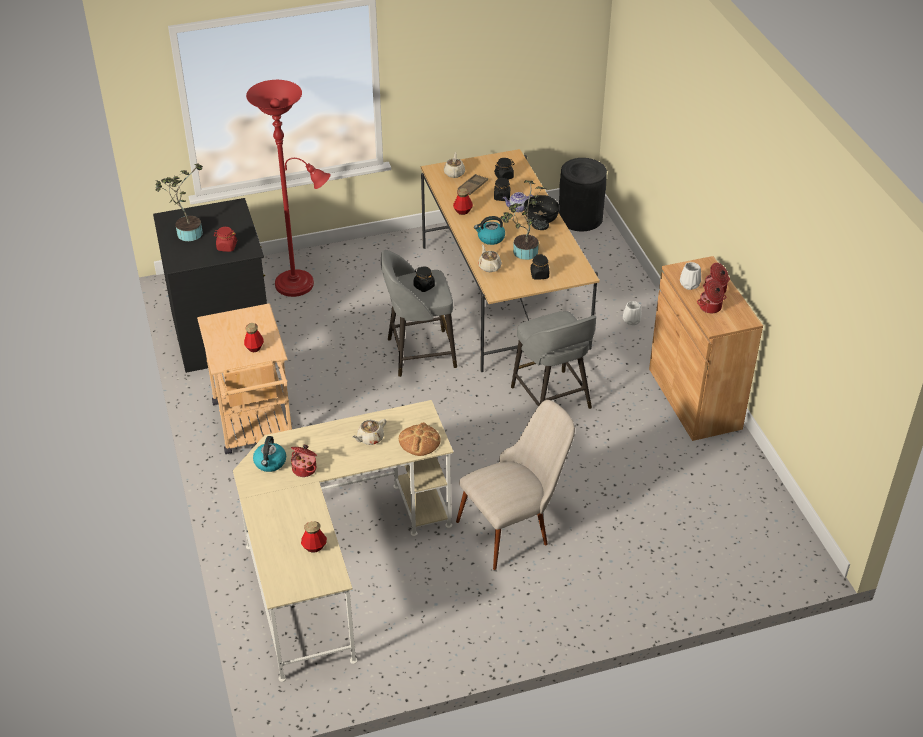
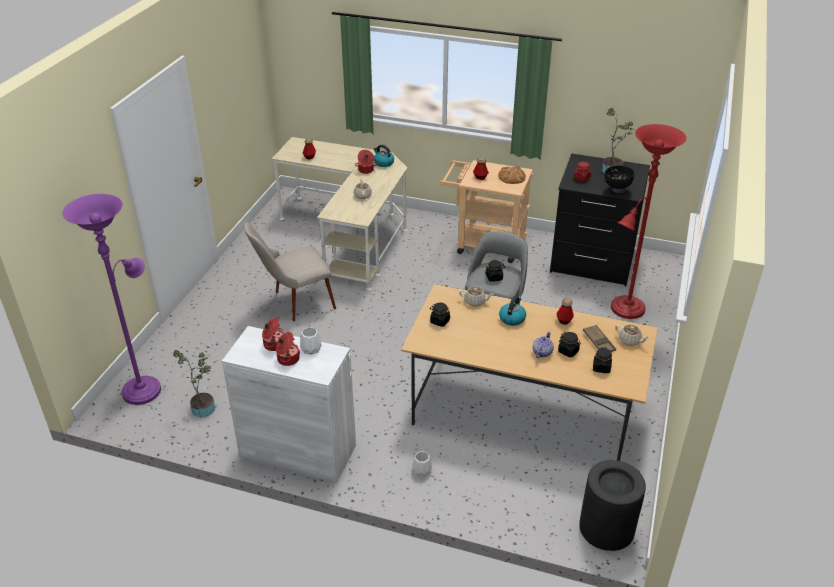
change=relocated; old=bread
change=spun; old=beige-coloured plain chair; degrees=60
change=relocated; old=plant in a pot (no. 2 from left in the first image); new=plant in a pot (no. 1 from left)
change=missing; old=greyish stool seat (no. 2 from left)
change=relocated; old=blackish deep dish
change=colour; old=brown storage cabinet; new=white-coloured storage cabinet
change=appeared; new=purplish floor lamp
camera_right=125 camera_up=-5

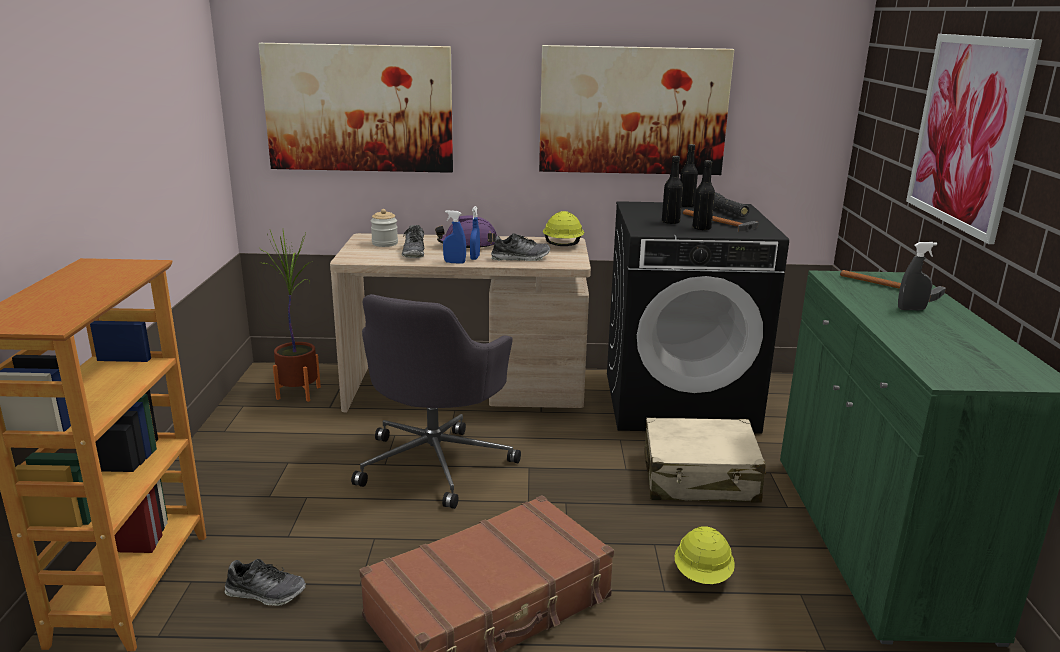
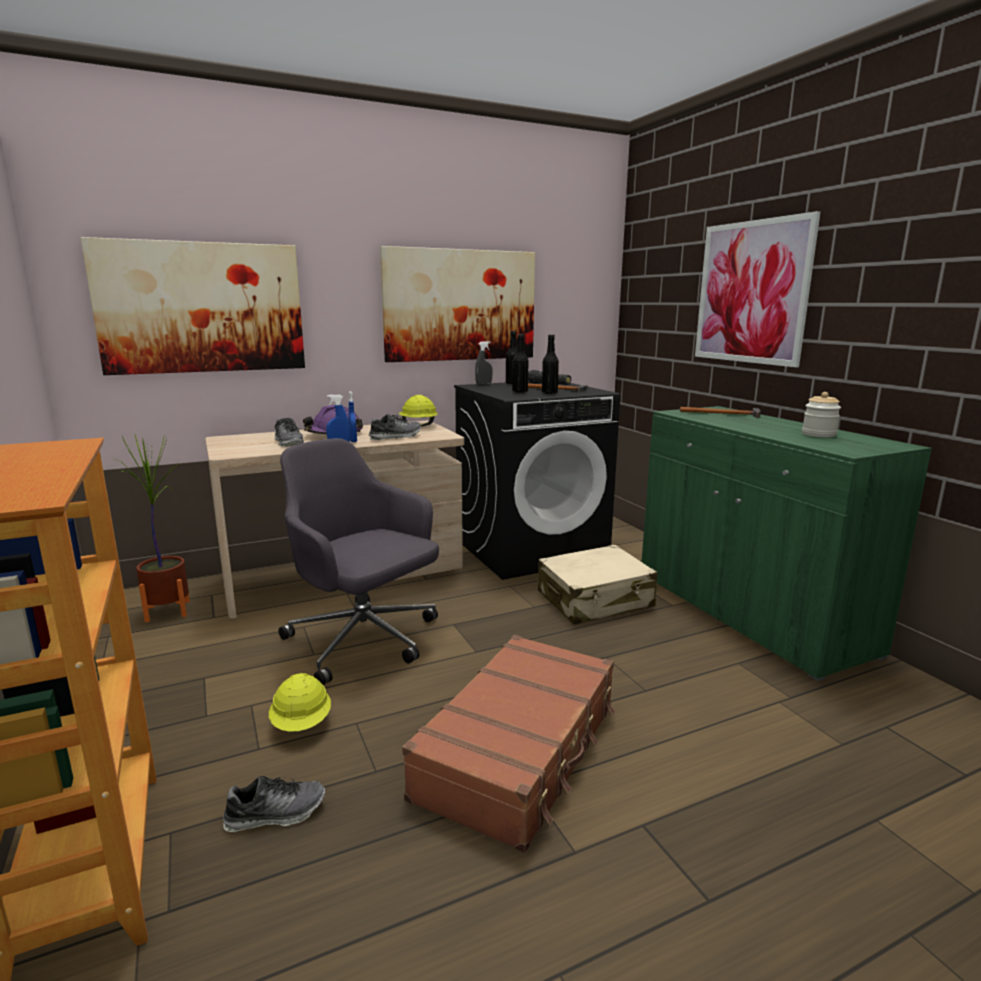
change=spun; old=greyish office chair; degrees=135
change=relocated; old=jar
change=relocated; old=yellowish safety helmet (no. 2 from left in the first image); new=yellowish safety helmet (no. 1 from left)
change=relocated; old=greyish sprayer
camera_right=-25 camera_up=-5

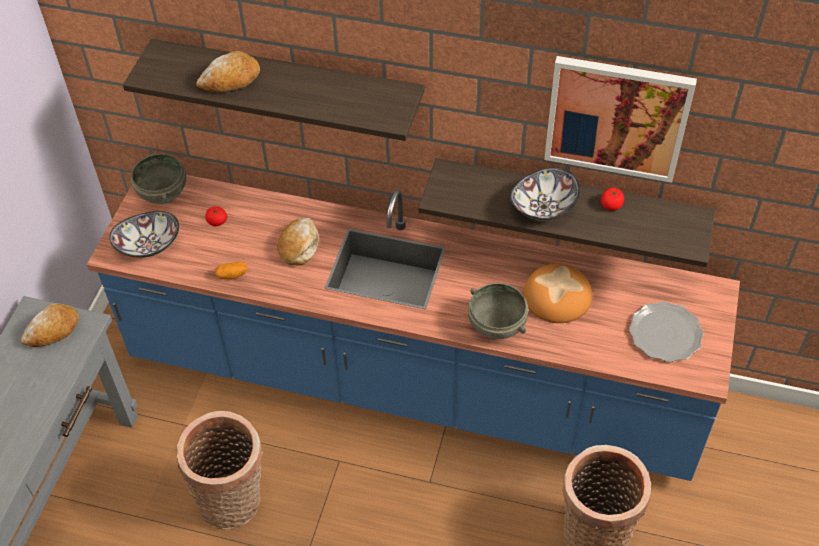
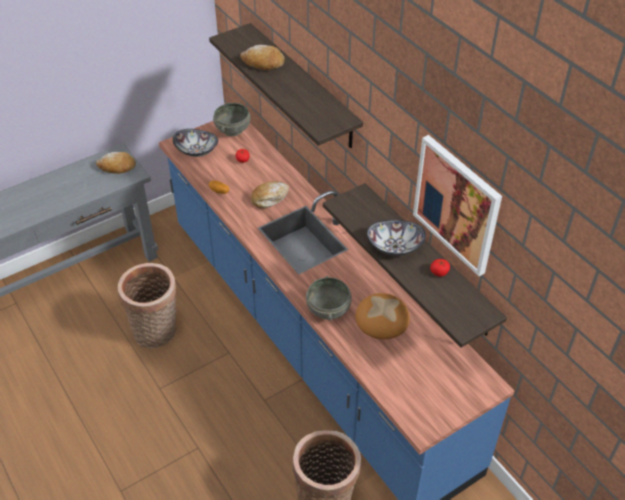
change=missing; old=flat dish
camera_right=40 camera_up=-5

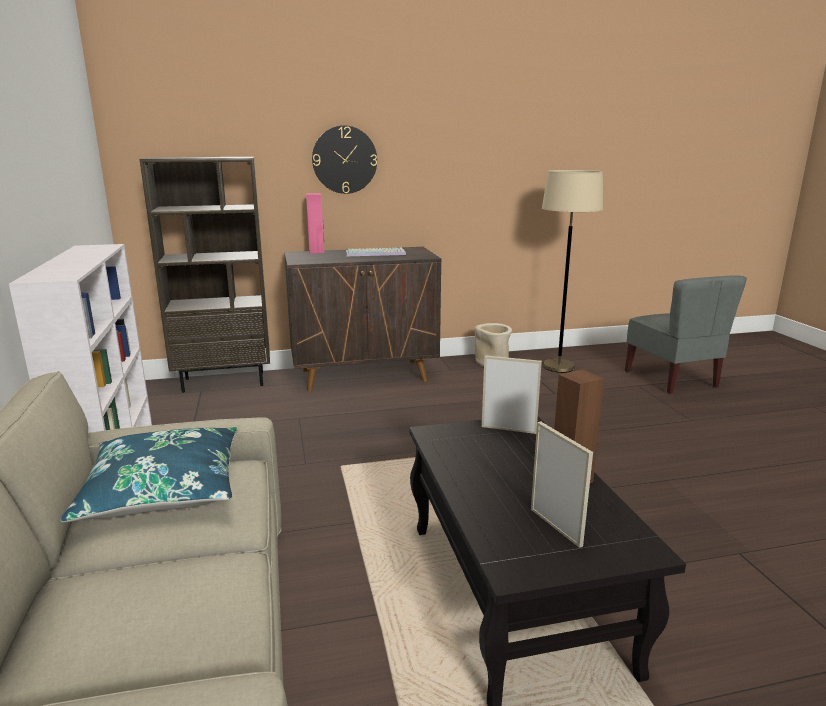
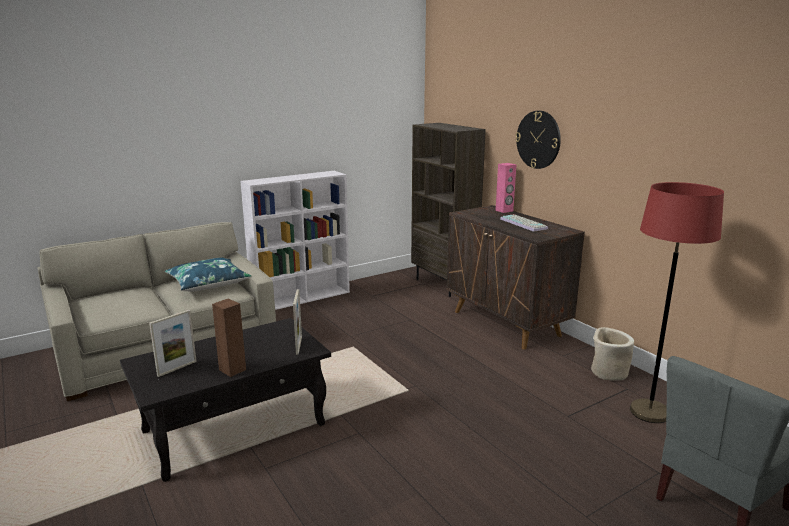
change=colour; old=beige-coloured floor lamp; new=reddish floor lamp
camera_right=70 camera_up=0

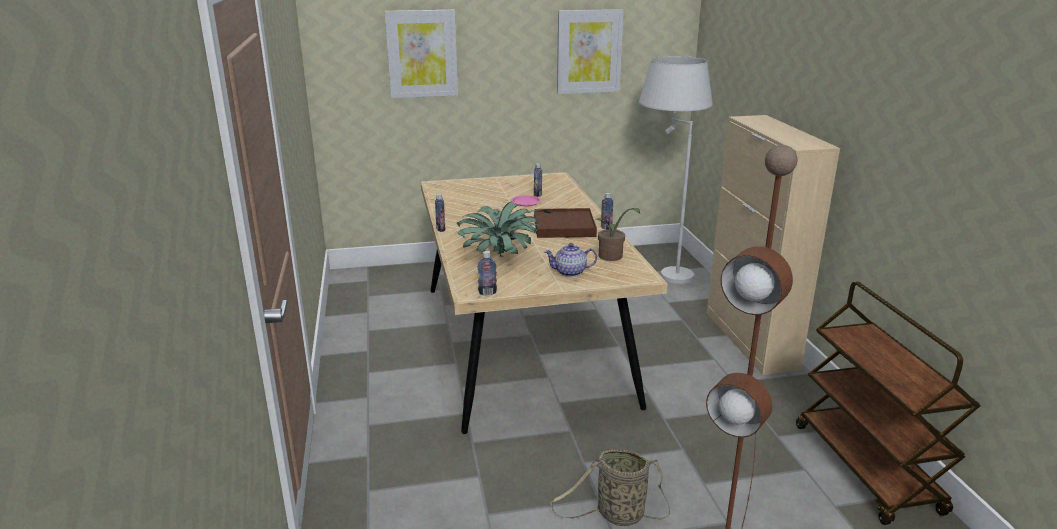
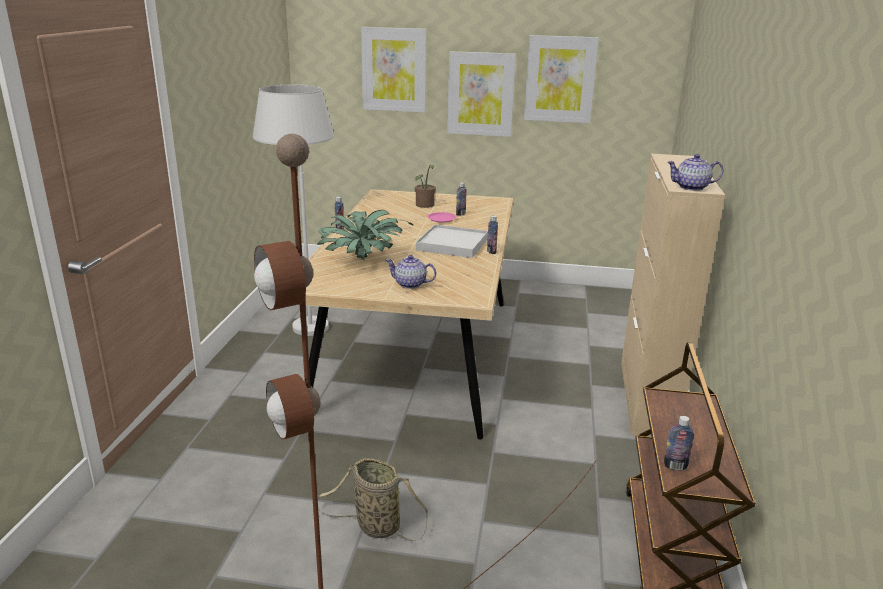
change=relocated; old=beverage bottle (no. 2 from left in the first image); new=beverage bottle (no. 4 from left)
change=colour; old=brown serving tray; new=white-coloured serving tray
change=relocated; old=plant in a pot (no. 2 from left)
change=relocated; old=white-coloured floor lamp
change=appeared; new=wall art (no. 2 from left)
change=appeared; new=tea pot (no. 2 from left)
camera_right=20 camera_up=0

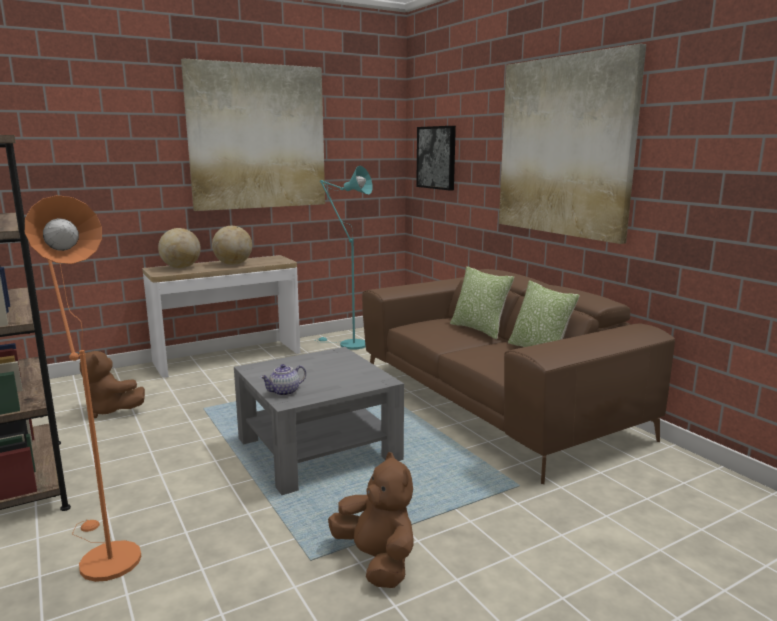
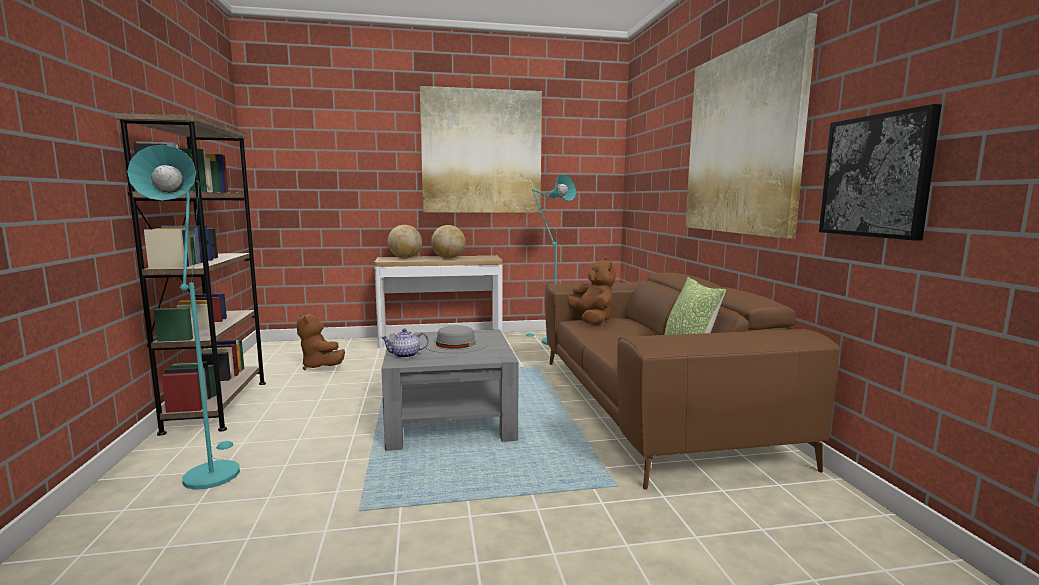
change=colour; old=orange floor lamp; new=blue-green floor lamp (no. 1 from left)
change=relocated; old=brown soft toy (no. 2 from left)
change=relocated; old=wall art (no. 2 from left in the first image); new=wall art (no. 3 from left)
change=missing; old=pillow (no. 1 from left)
change=appeared; new=greyish wearable hat
camera_right=20 camera_up=-5

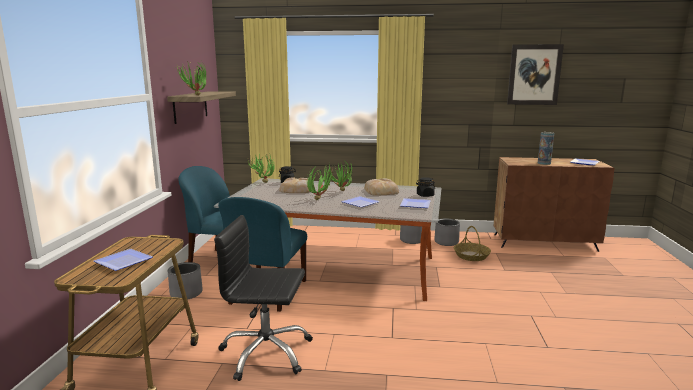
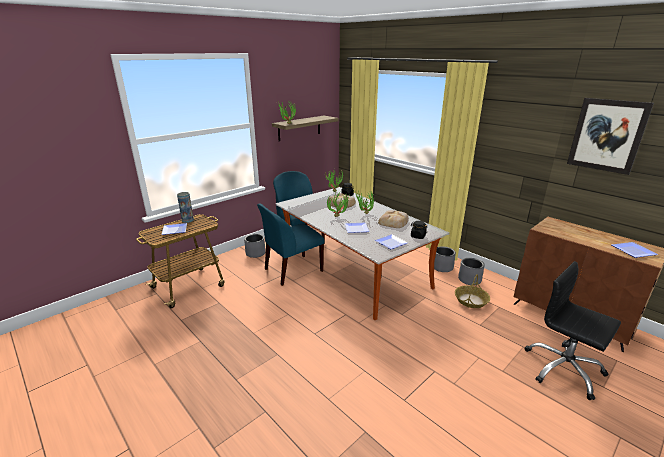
change=relocated; old=blackish office chair
change=relocated; old=flower vase
camera_right=40 camera_up=10

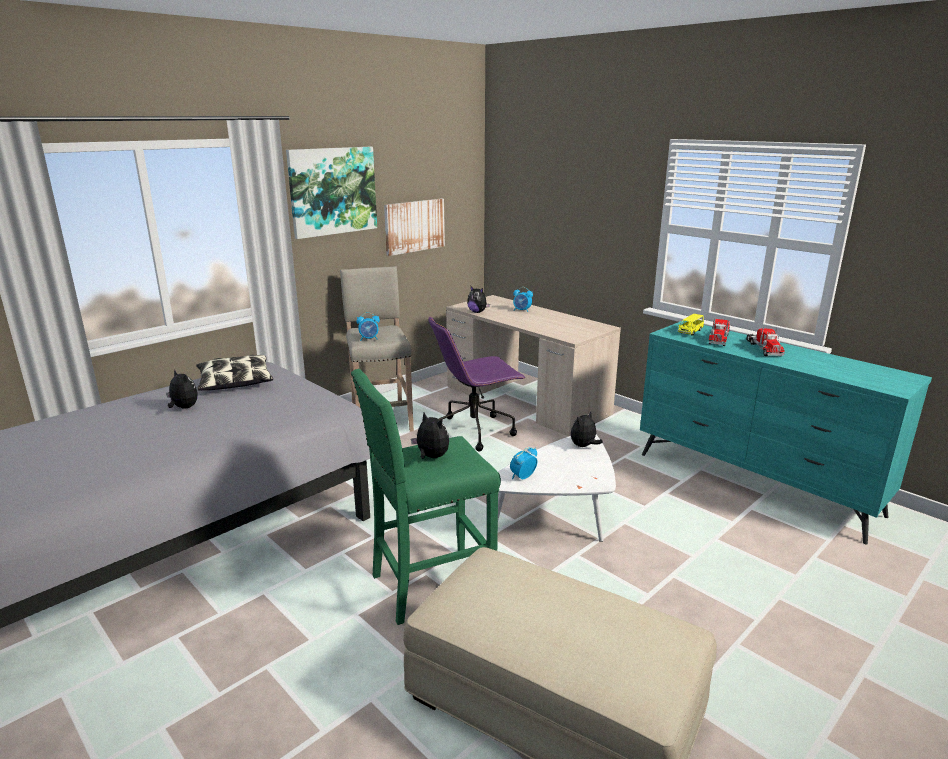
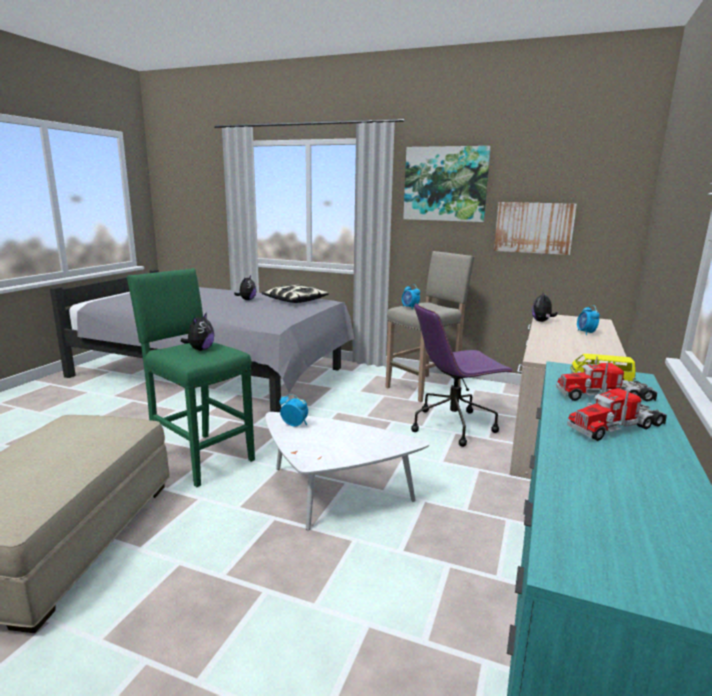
change=spun; old=purplish office chair; degrees=-60
change=missing; old=soft toy (no. 4 from left)
camera_right=65 camera_up=-5

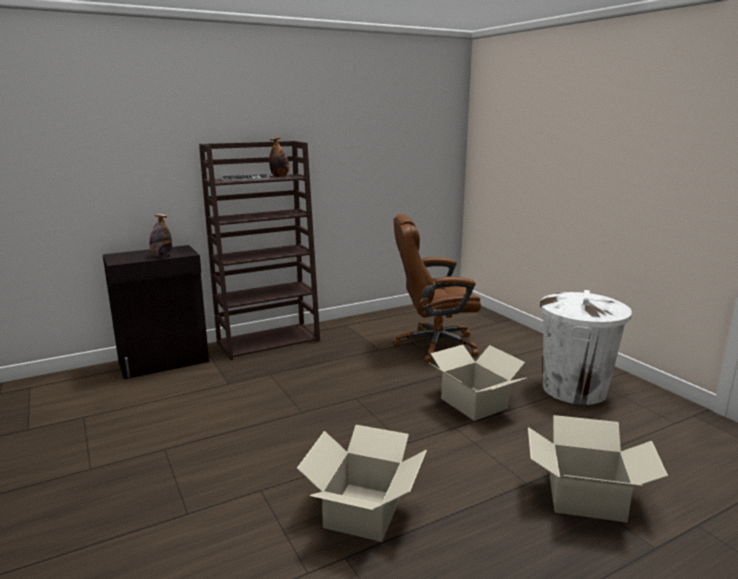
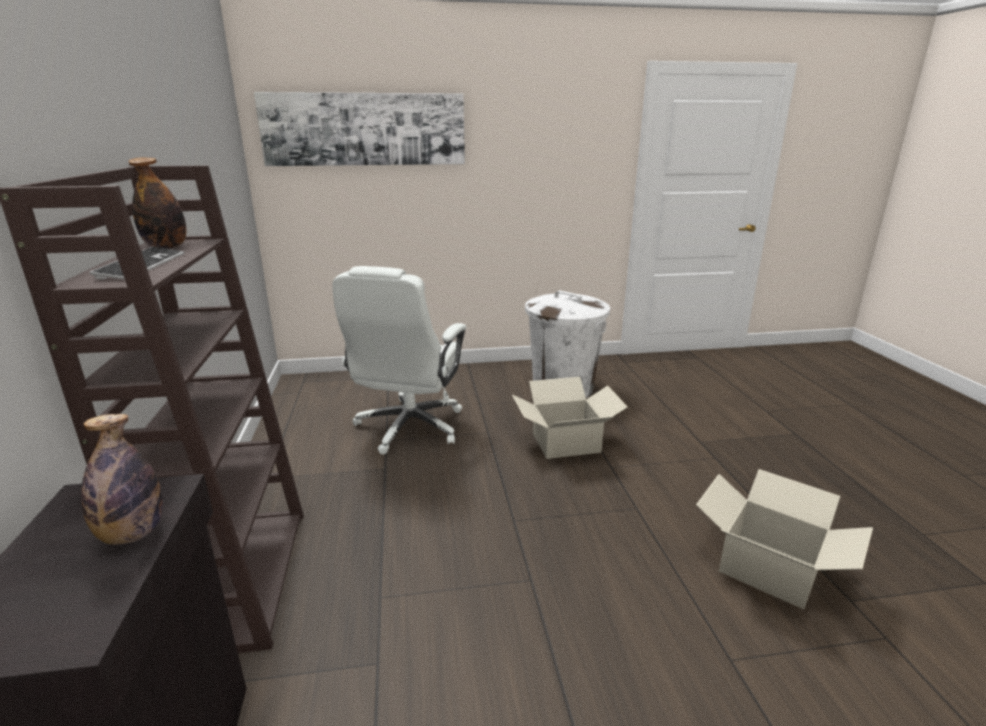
change=colour; old=brown office chair; new=white-coloured office chair
change=missing; old=packing box (no. 3 from left)
change=appeared; new=wall art
camera_right=-70 camera_up=5

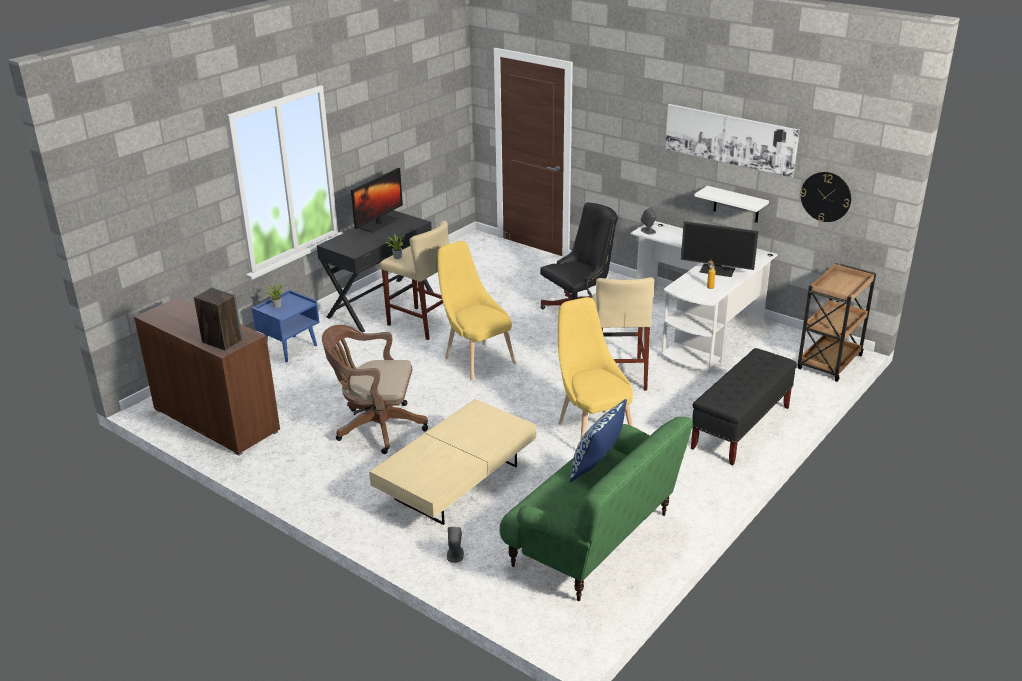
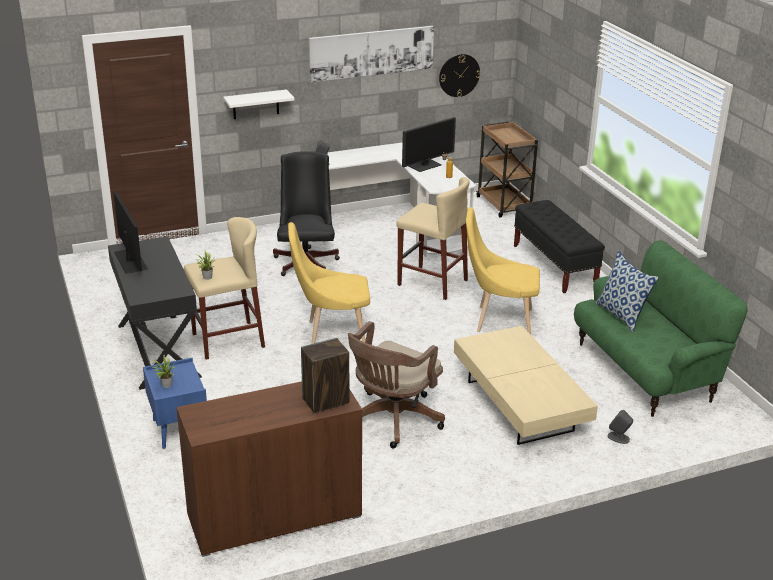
change=relocated; old=white-coloured wall shelf
camera_right=-60 camera_up=0

